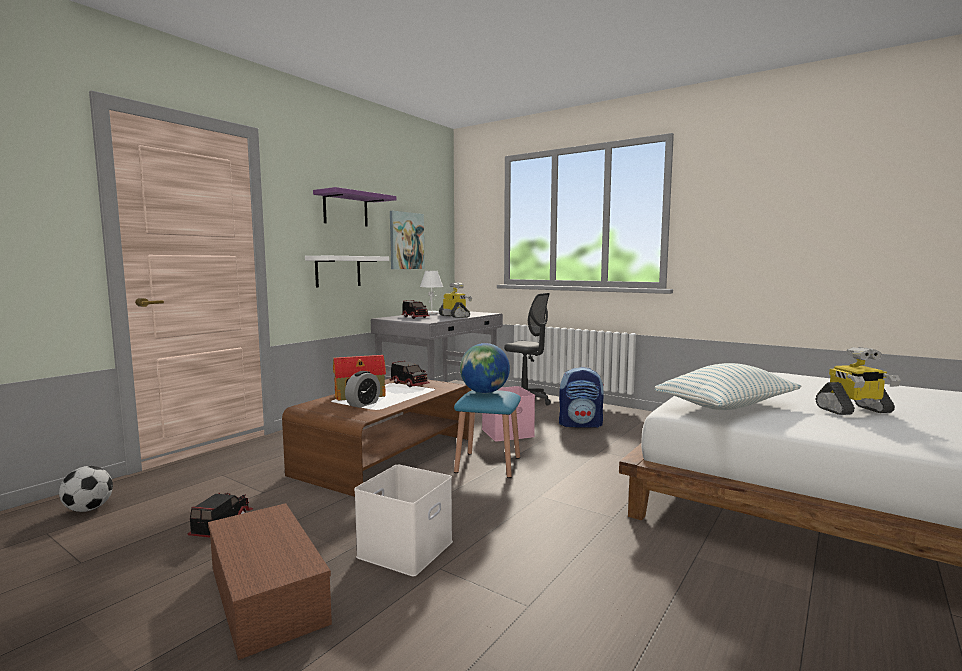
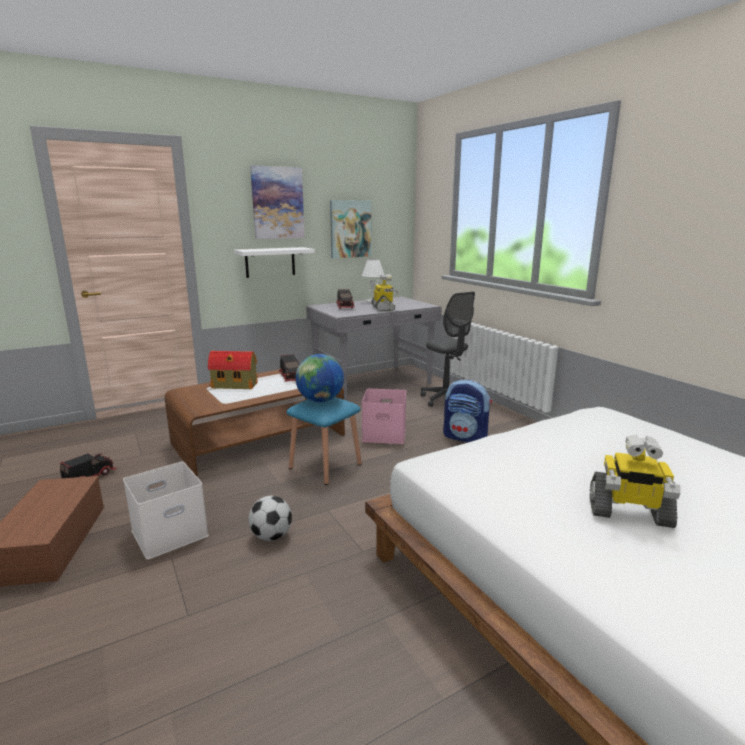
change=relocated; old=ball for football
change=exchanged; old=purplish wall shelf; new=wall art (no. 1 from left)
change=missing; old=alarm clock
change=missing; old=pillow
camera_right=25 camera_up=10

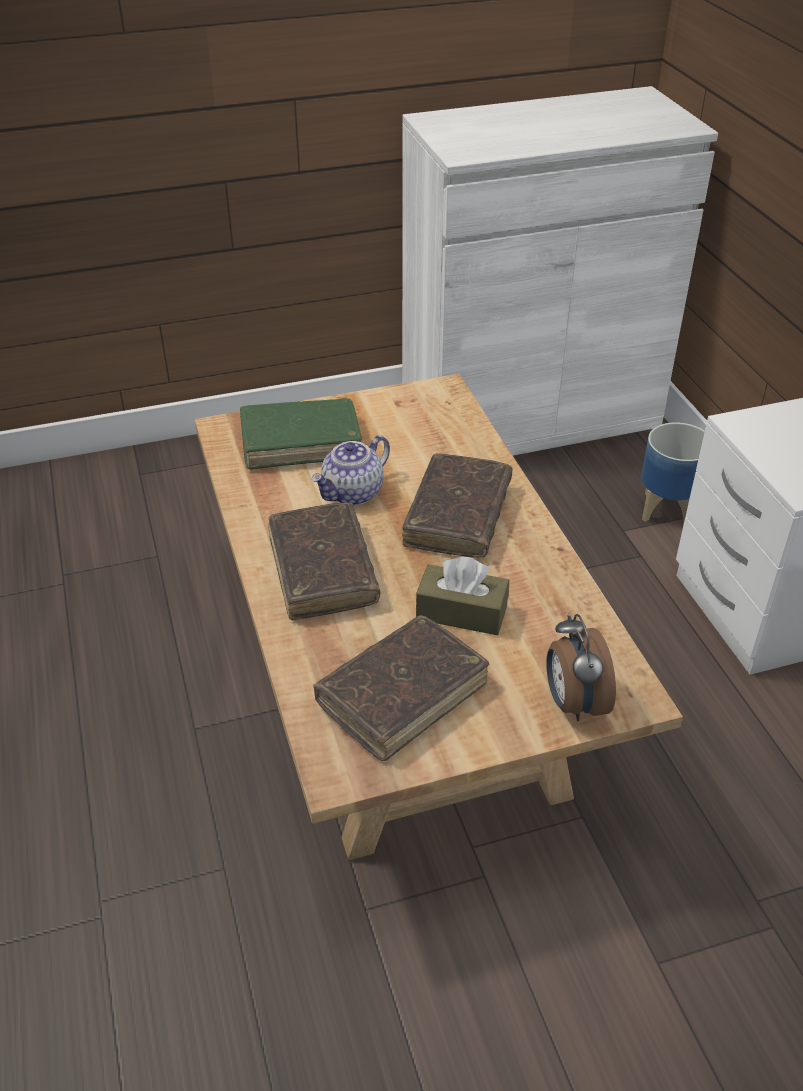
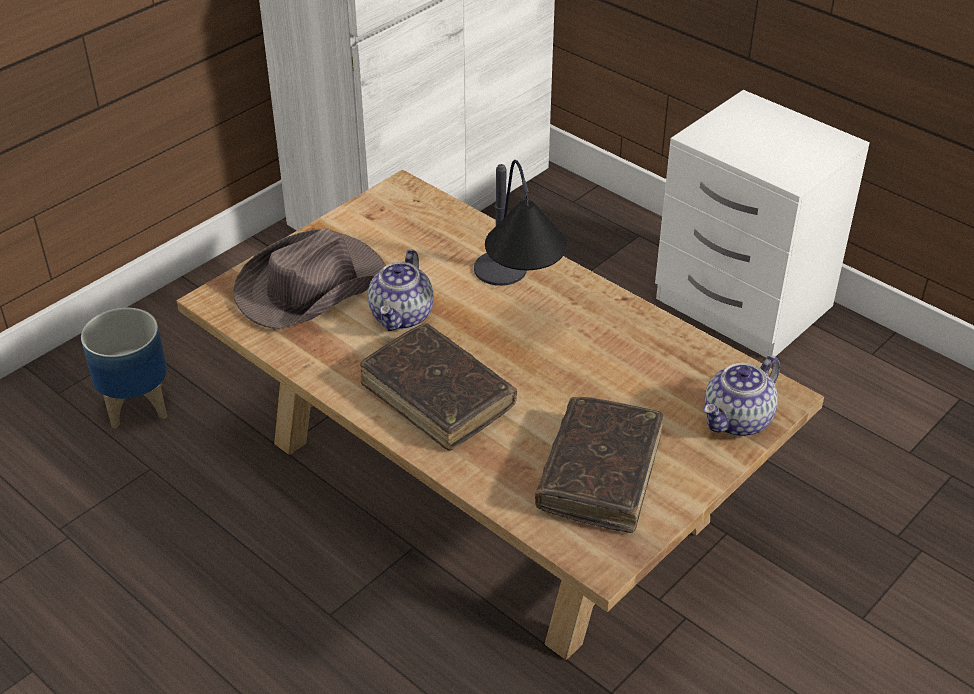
change=exchanged; old=green-coloured bound book; new=brown wearable hat
change=exchanged; old=brown bound book (no. 3 from left); new=tabletop lamp
change=missing; old=brown box of tissues
change=exchanged; old=alarm clock; new=tea pot (no. 2 from left)
change=relocated; old=planter
camera_right=-30 camera_up=0

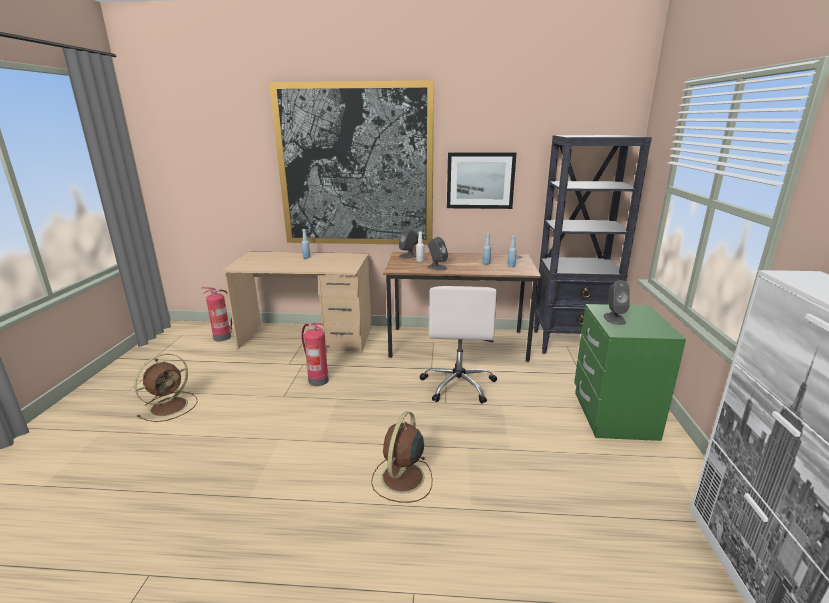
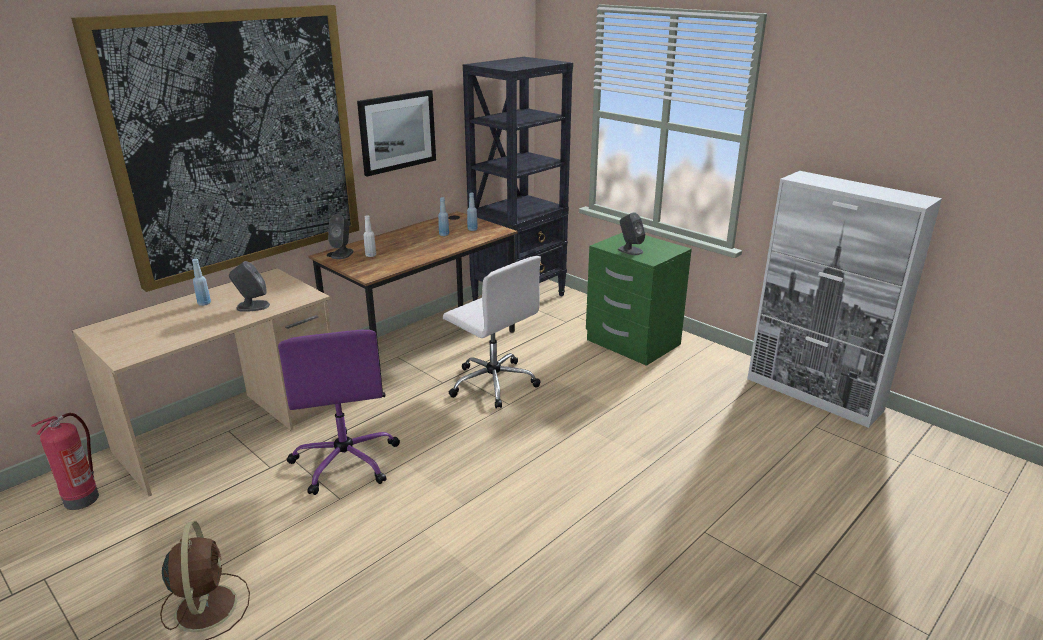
change=exchanged; old=fire extinguisher (no. 2 from left); new=purplish office chair
change=missing; old=brown cooling fan (no. 2 from left)
change=relocated; old=greyish speaker (no. 2 from left in the first image); new=greyish speaker (no. 1 from left)
camera_right=-50 camera_up=5

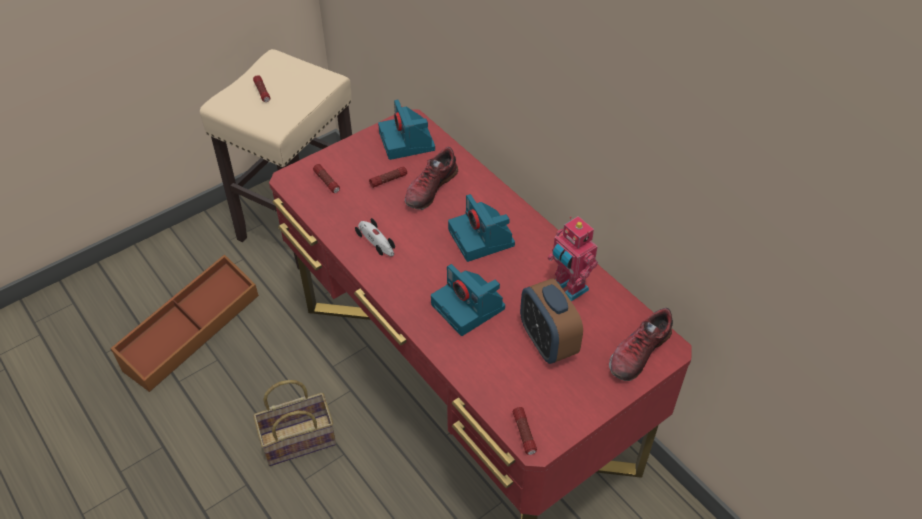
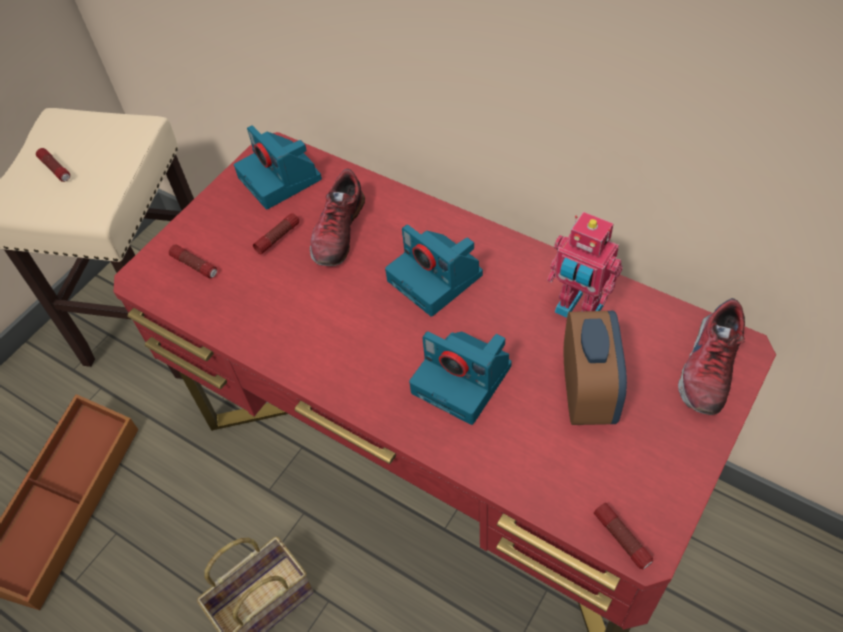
change=missing; old=model car
change=spun; old=alarm clock; degrees=-135
camera_right=-15 camera_up=5

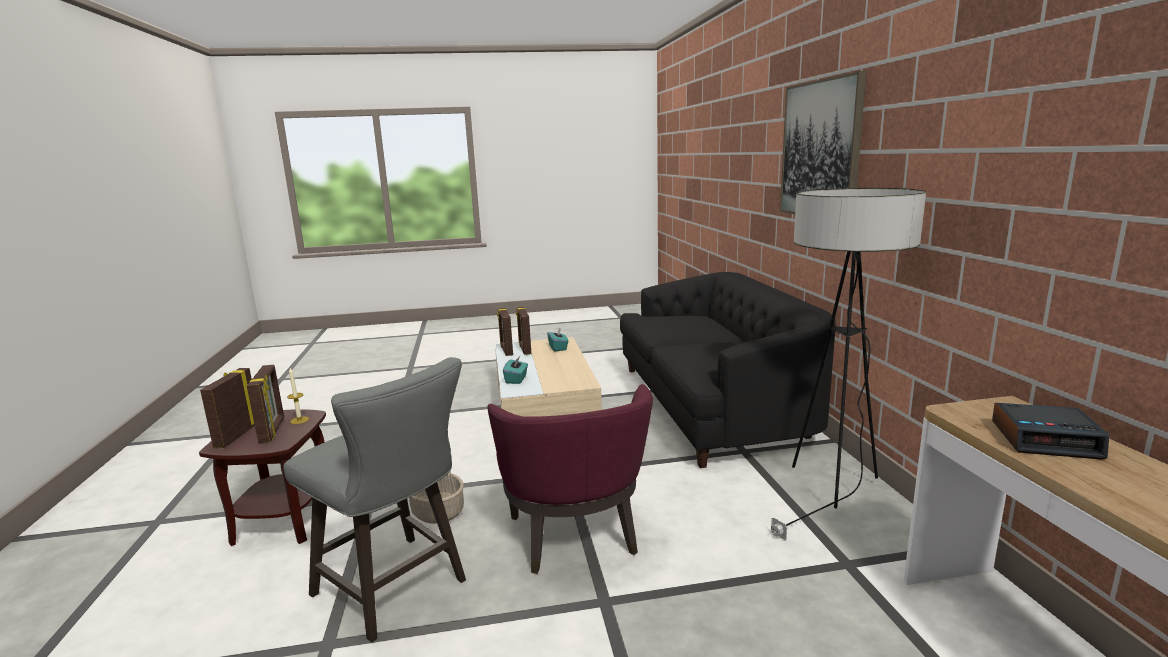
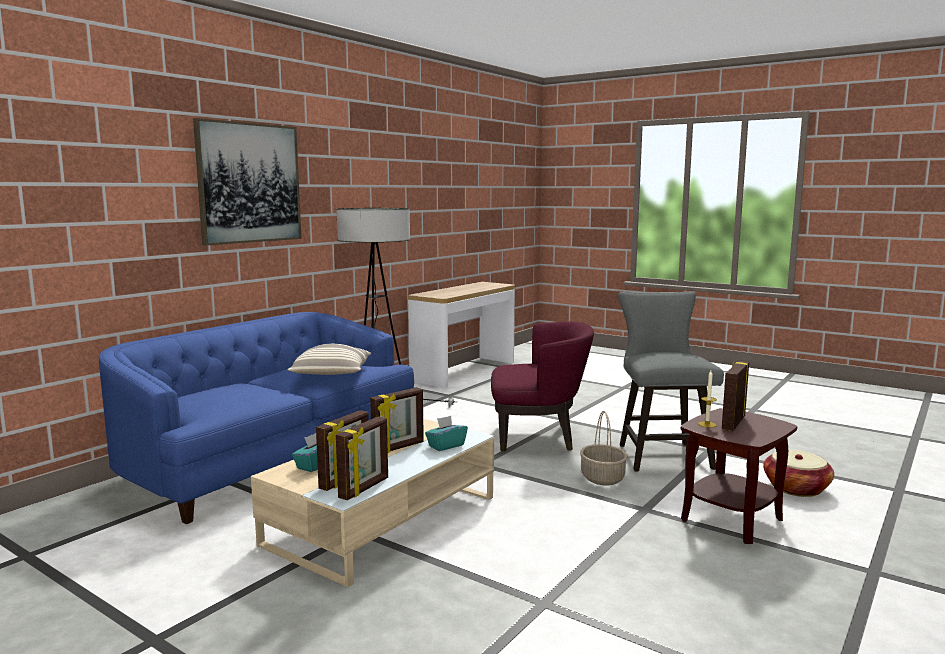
change=relocated; old=picture frame (no. 1 from left in the first image); new=picture frame (no. 3 from left)
change=spun; old=purplish armchair; degrees=60
change=colour; old=blackish sofa; new=bluish sofa
change=missing; old=alarm clock
change=appeared; new=pillow
change=appeared; new=storage basket (no. 2 from left)
camera_right=-135 camera_up=-5

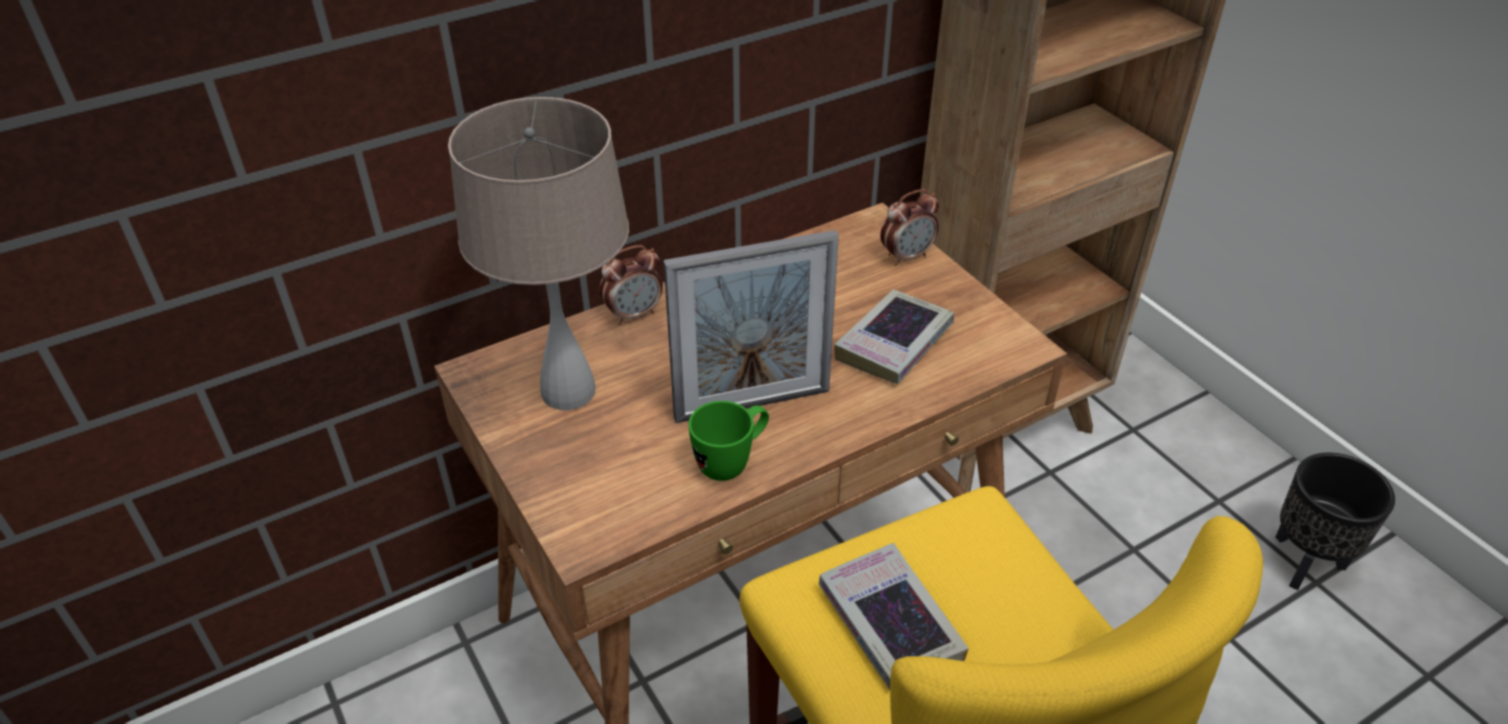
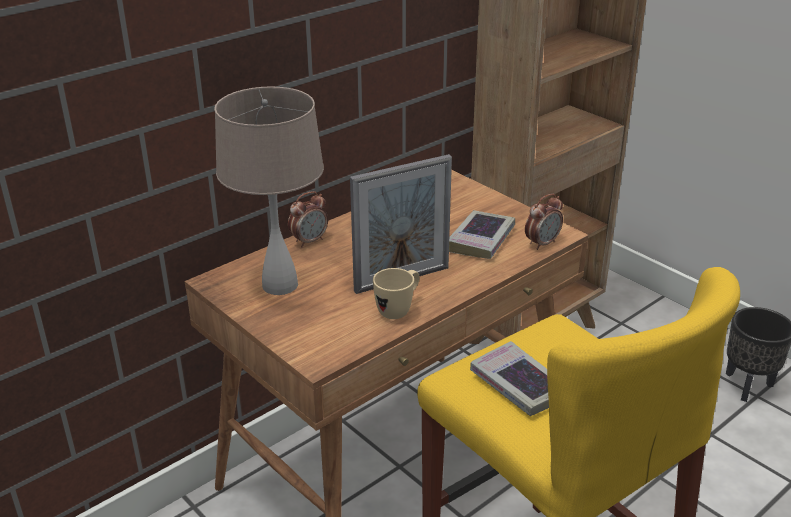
change=colour; old=green-coloured mug; new=beige-coloured mug
change=relocated; old=alarm clock (no. 2 from left)
camera_right=-10 camera_up=-10

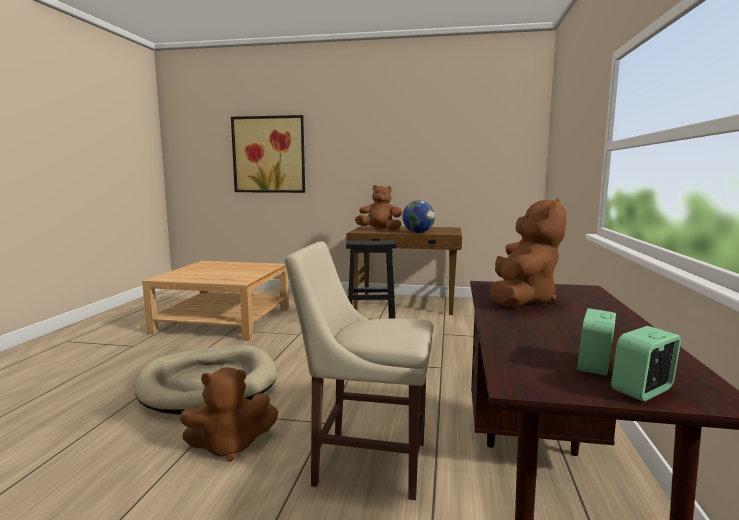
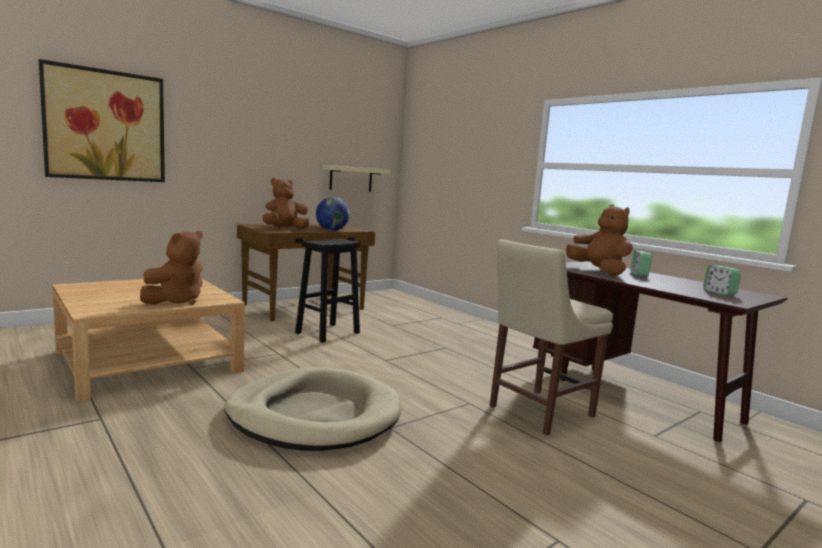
change=relocated; old=brown soft toy (no. 1 from left)
change=relocated; old=alarm clock (no. 2 from left in the first image); new=alarm clock (no. 1 from left)
change=appeared; new=beige-coloured wall shelf
camera_right=-50 camera_up=0

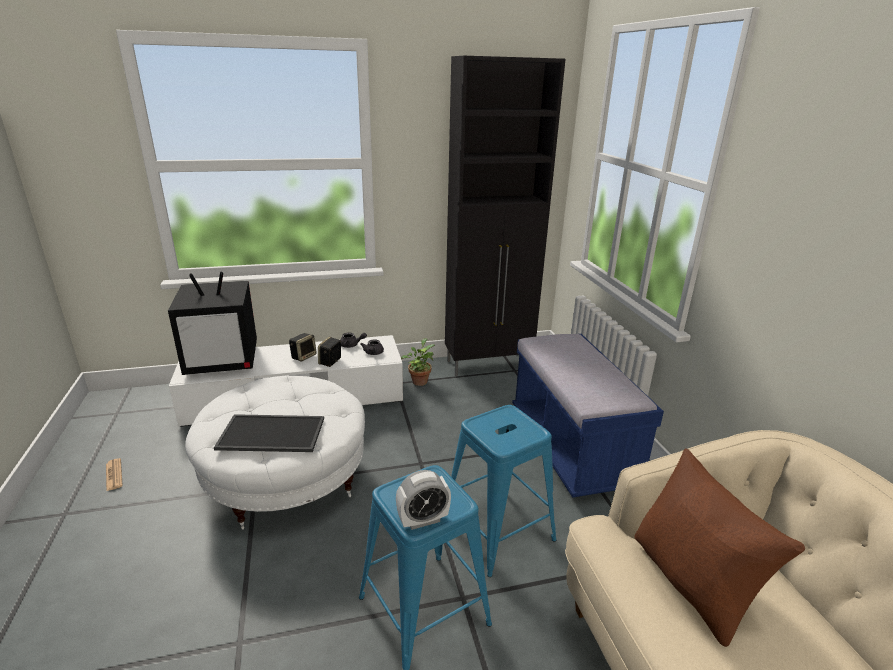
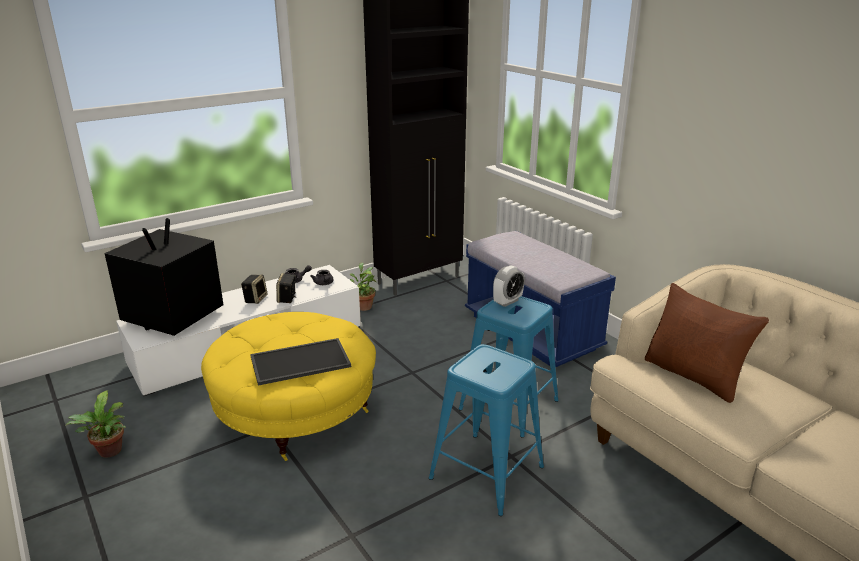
change=exchanged; old=newspaper; new=plant in a pot (no. 1 from left)
change=spun; old=television; degrees=150
change=colour; old=white-coloured pouffe; new=yellowish pouffe
change=relocated; old=alarm clock
camera_right=-20 camera_up=0

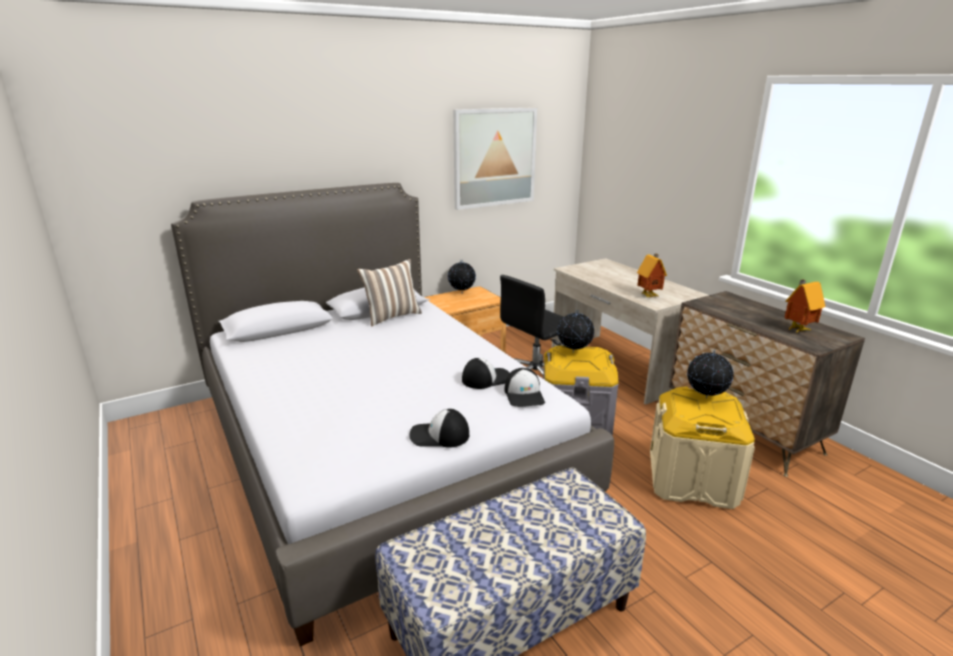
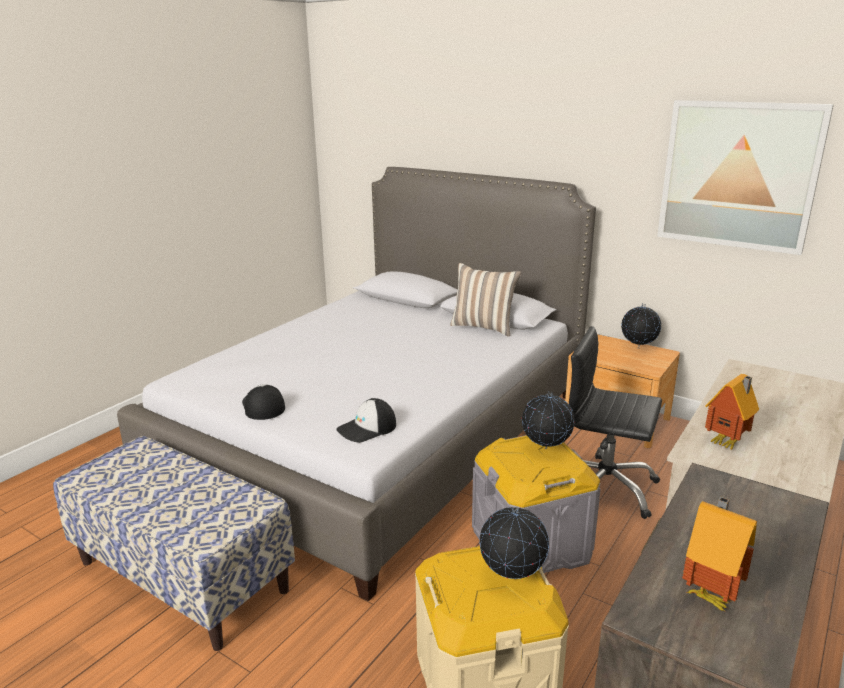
change=missing; old=peaked cap (no. 2 from left)
camera_right=65 camera_up=0

